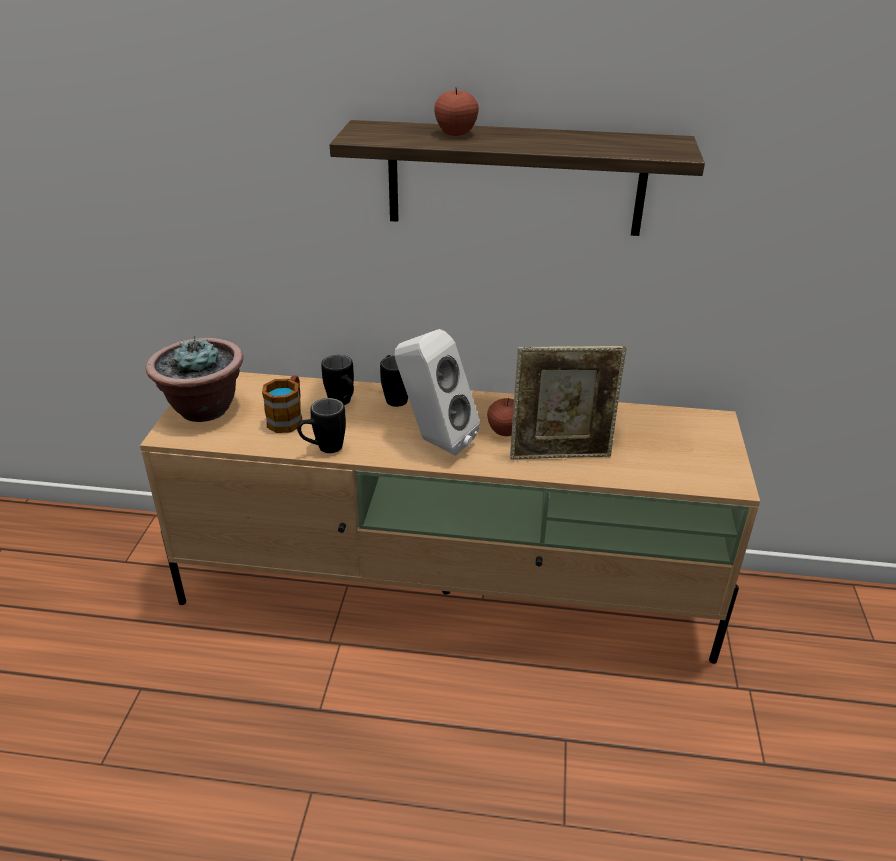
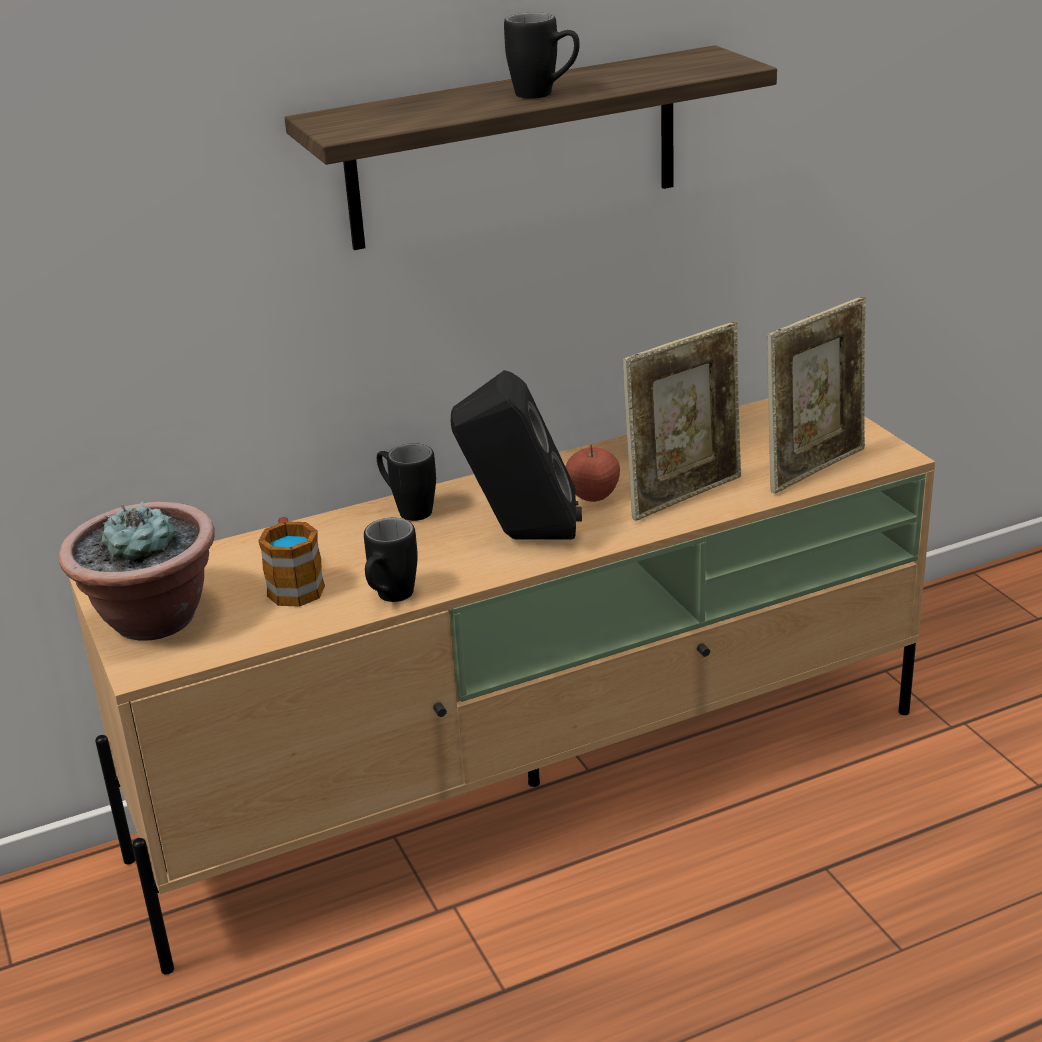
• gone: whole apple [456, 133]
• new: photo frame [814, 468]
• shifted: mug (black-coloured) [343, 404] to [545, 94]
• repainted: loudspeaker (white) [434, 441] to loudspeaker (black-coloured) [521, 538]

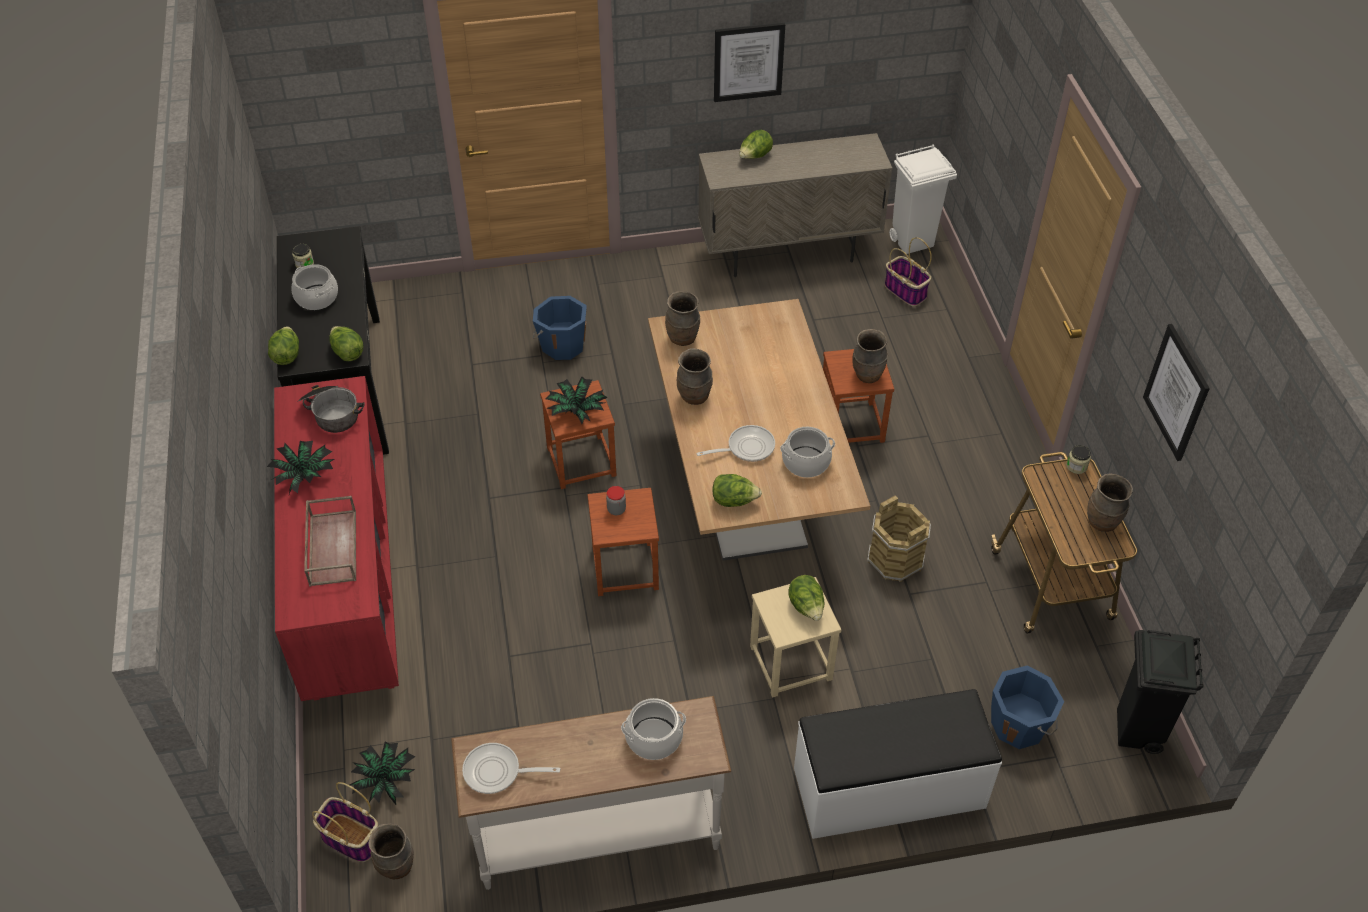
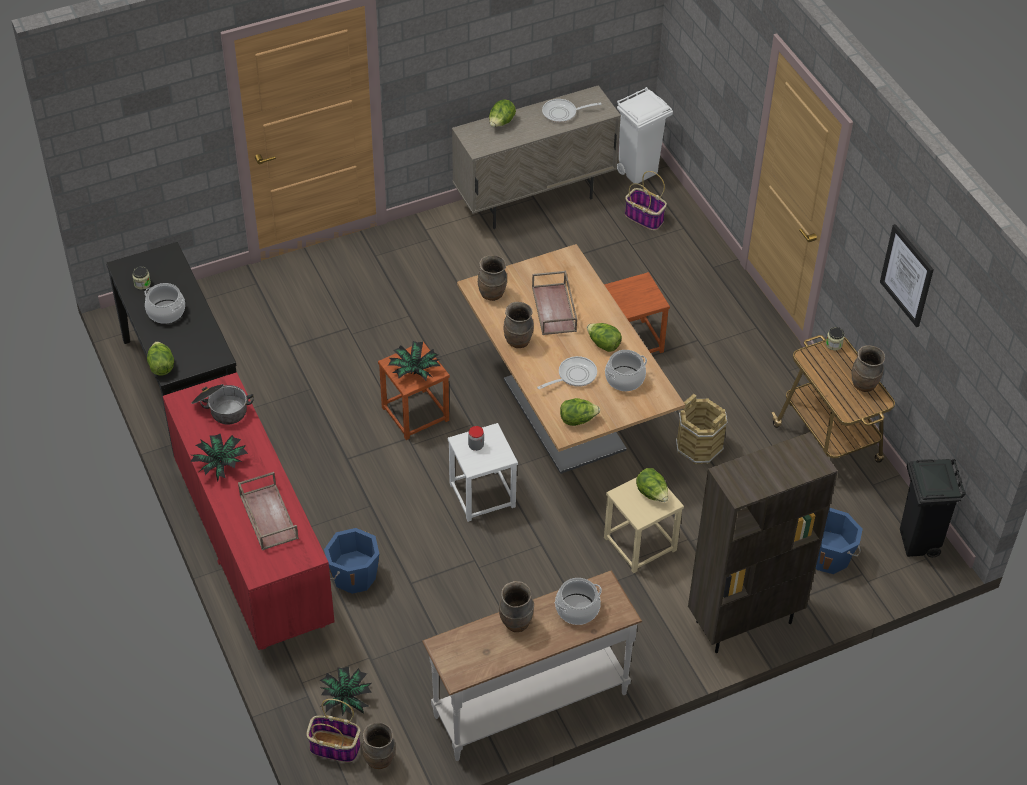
• gone: picture [748, 62]
• new: tray (brown) [555, 309]
• shifted: head of lettuce [347, 352] to [603, 344]
• shifted: frying pan [497, 772] to [562, 113]
• shifted: bucket (blue) [562, 345] to [353, 575]
• shifted: vase (brown) [867, 376] to [516, 623]
• swapped: long seat (white) [889, 789] to shelving unit (brown) [743, 623]
• repainted: stool (brown) [624, 568] to stool (white) [481, 495]

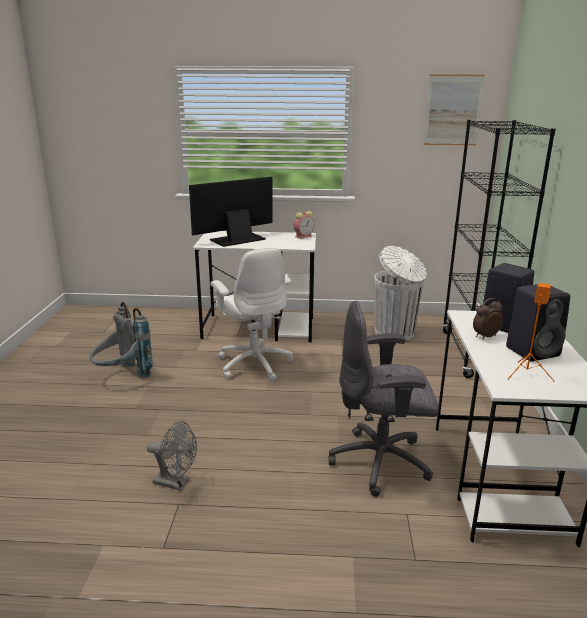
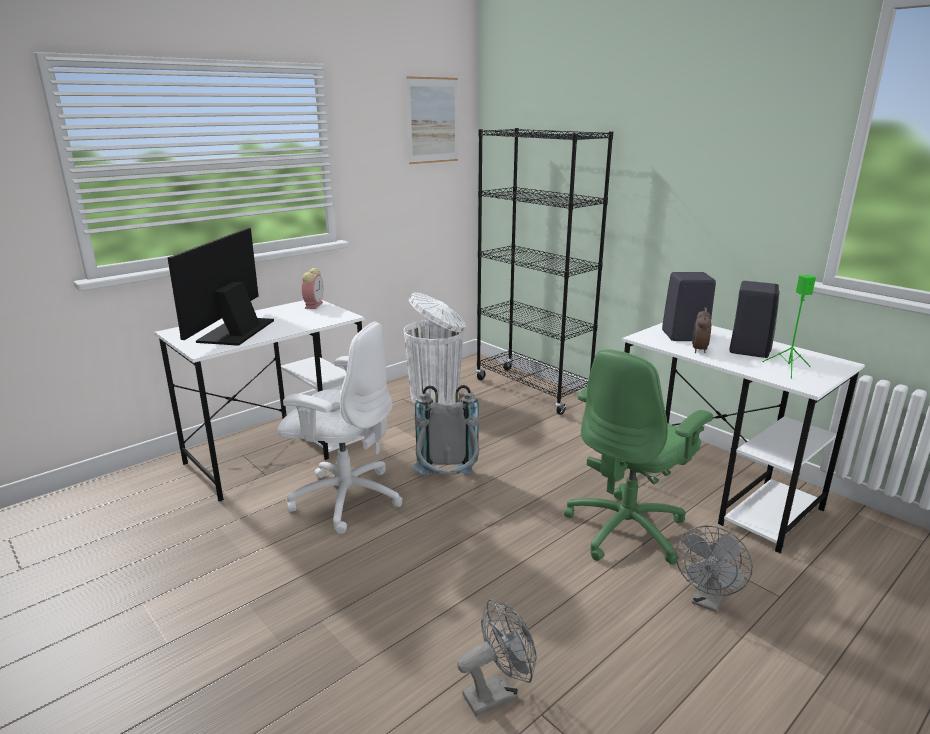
• new: electric fan (grey) [707, 601]
• shifted: knapsack (grey) [122, 376] to [447, 484]
• repainted: desk chair (grey) [381, 462] to desk chair (greenish) [627, 529]
• repainted: loudspeaker (orangey) [526, 374] to loudspeaker (greenish) [788, 369]

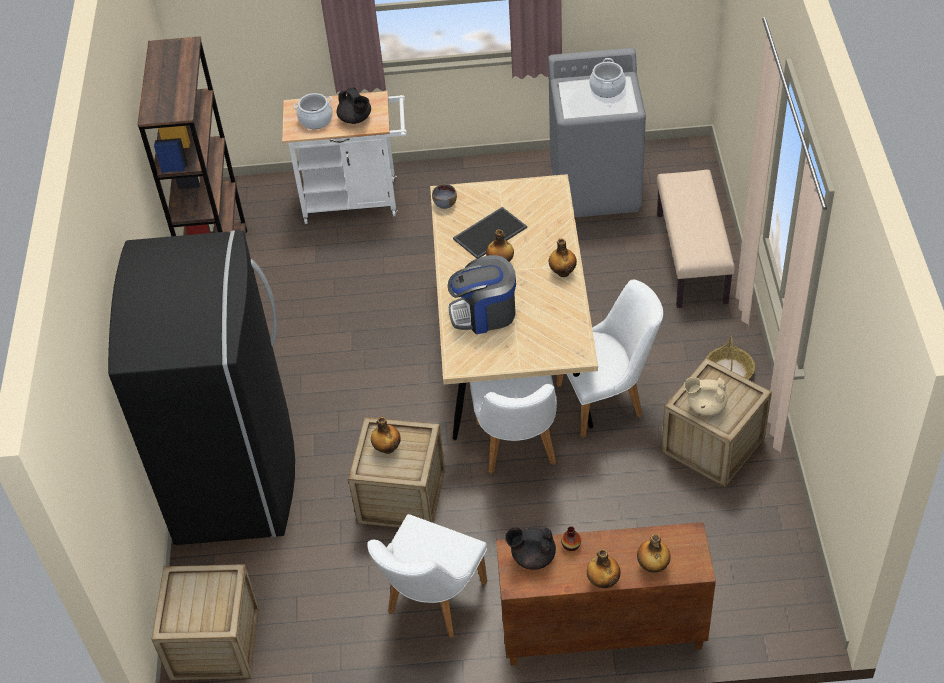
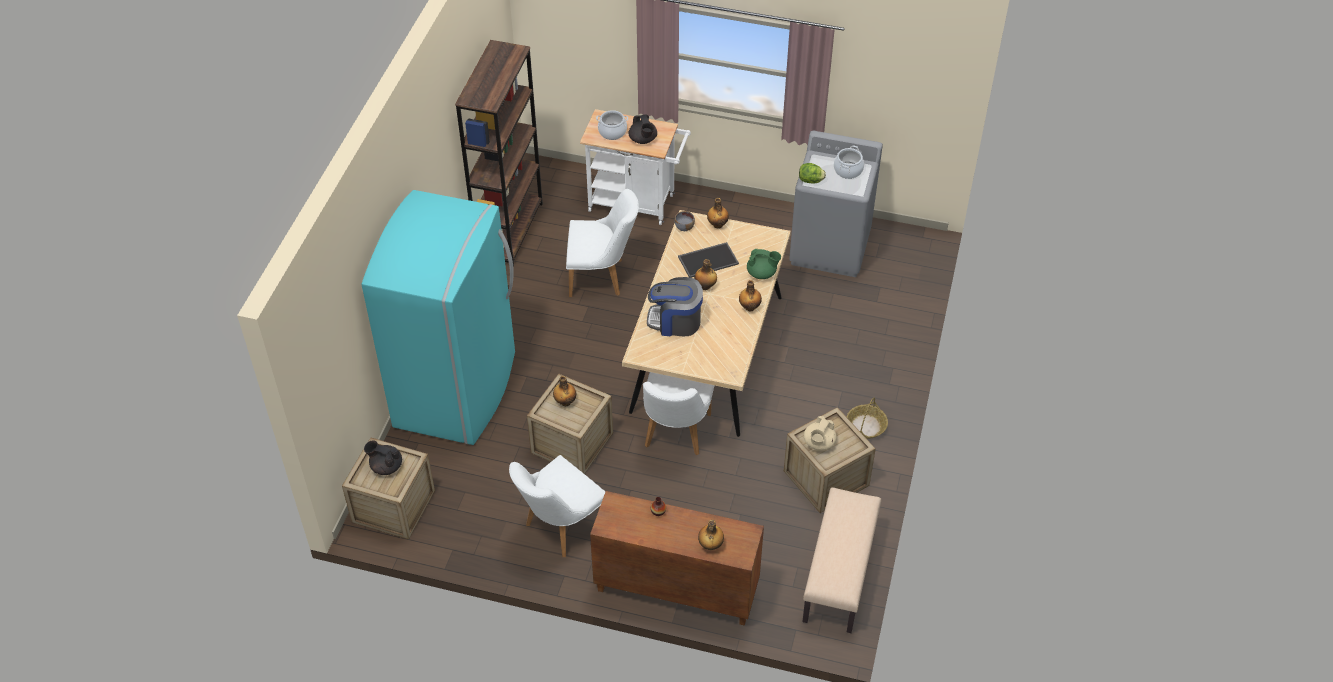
• new: pot for tea (greenish) [762, 273]
• new: head of lettuce [811, 181]
• shifted: pot for tea (black-coloured) [532, 556] to [386, 466]
• shifted: upright chair (white) [608, 399] to [602, 277]
• shifted: beverage bottle [603, 581] to [717, 224]
• shifted: long seat (sand-coloured) [692, 258] to [839, 575]
• repainted: kitchen fridge (black-coloured) [236, 475] to kitchen fridge (turquoise-coloured) [457, 390]
• rotated: pot for tea (sand-coloured) [705, 406] = [819, 443] 90 degrees counterclockwise

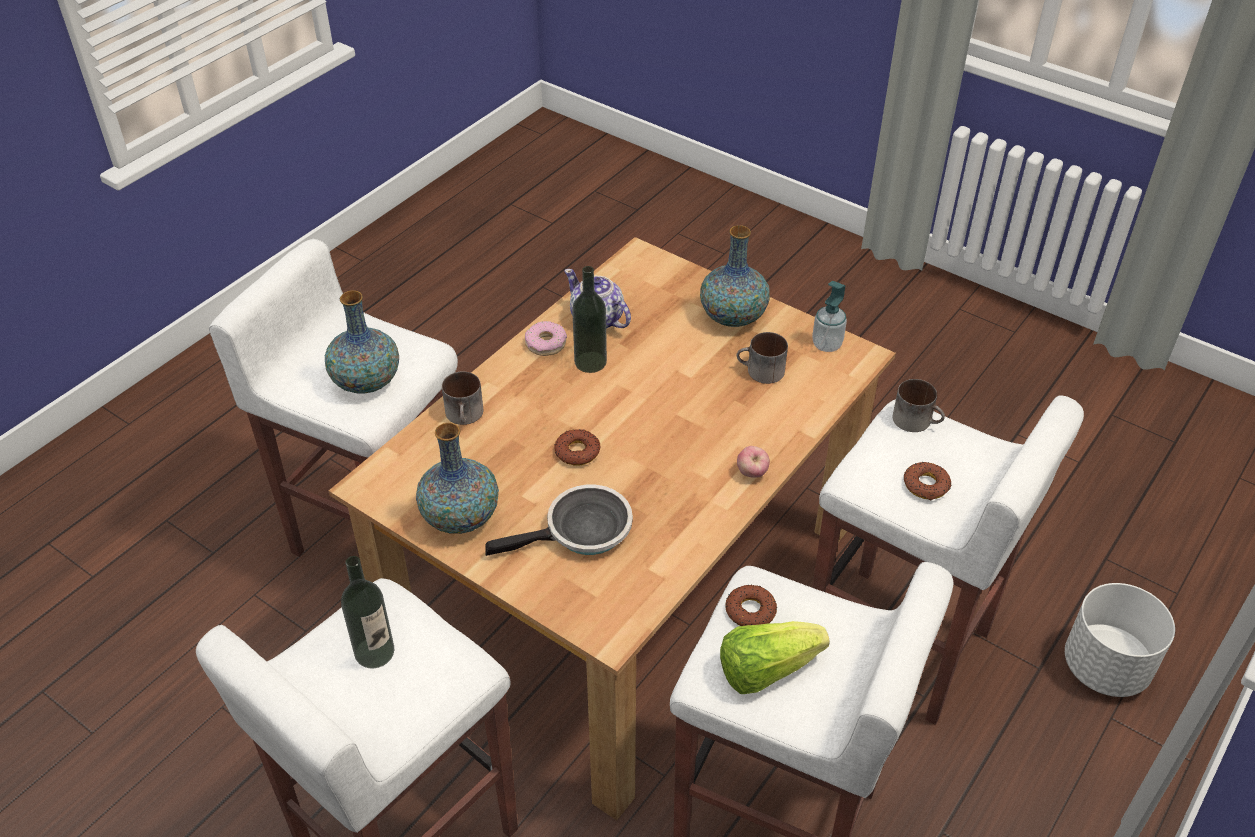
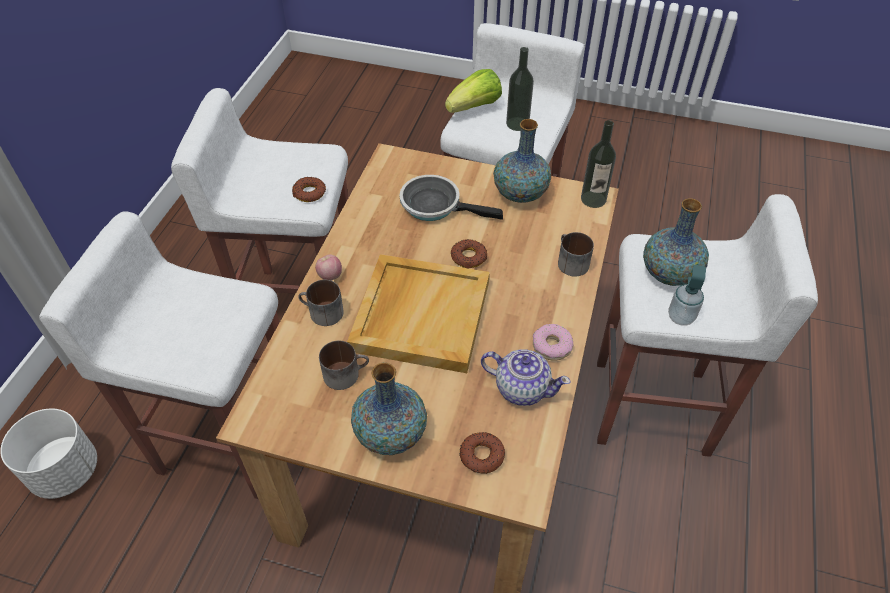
• new: tray (sand-coloured) [420, 314]
• shifted: beverage bottle [590, 362] to [593, 199]
• shifted: head of lettuce [766, 669] to [475, 107]
• shifted: soap dispenser [826, 344] to [681, 317]
• shifted: mug [917, 420] to [322, 313]
• shifted: ring doughnut [926, 485] to [481, 455]
• rotated: frying pan [582, 532] = [435, 205] 60 degrees clockwise

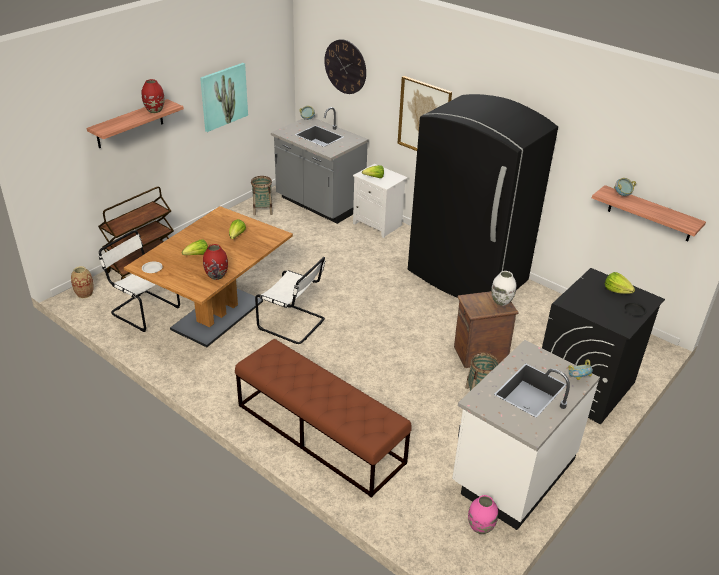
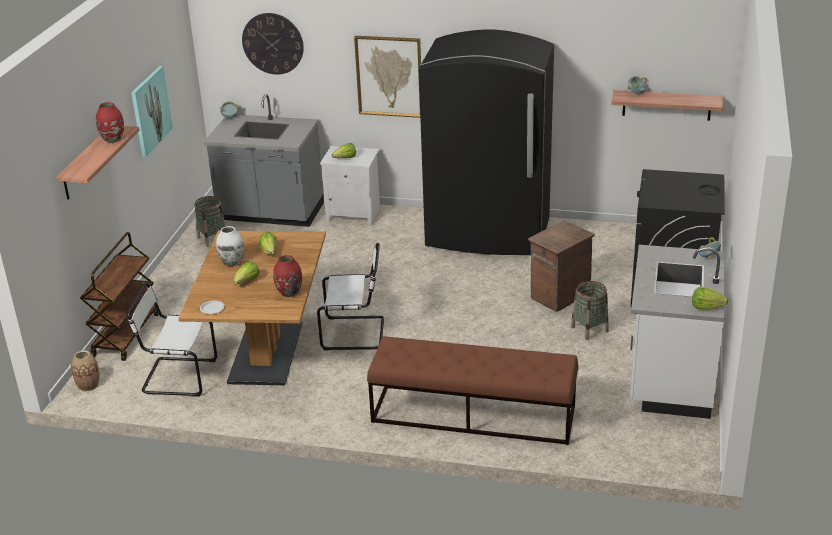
• gone: vase (pink) [480, 527]
• shifted: vase (white) [501, 301] to [232, 262]
• shifted: head of lettuce [616, 290] to [706, 307]

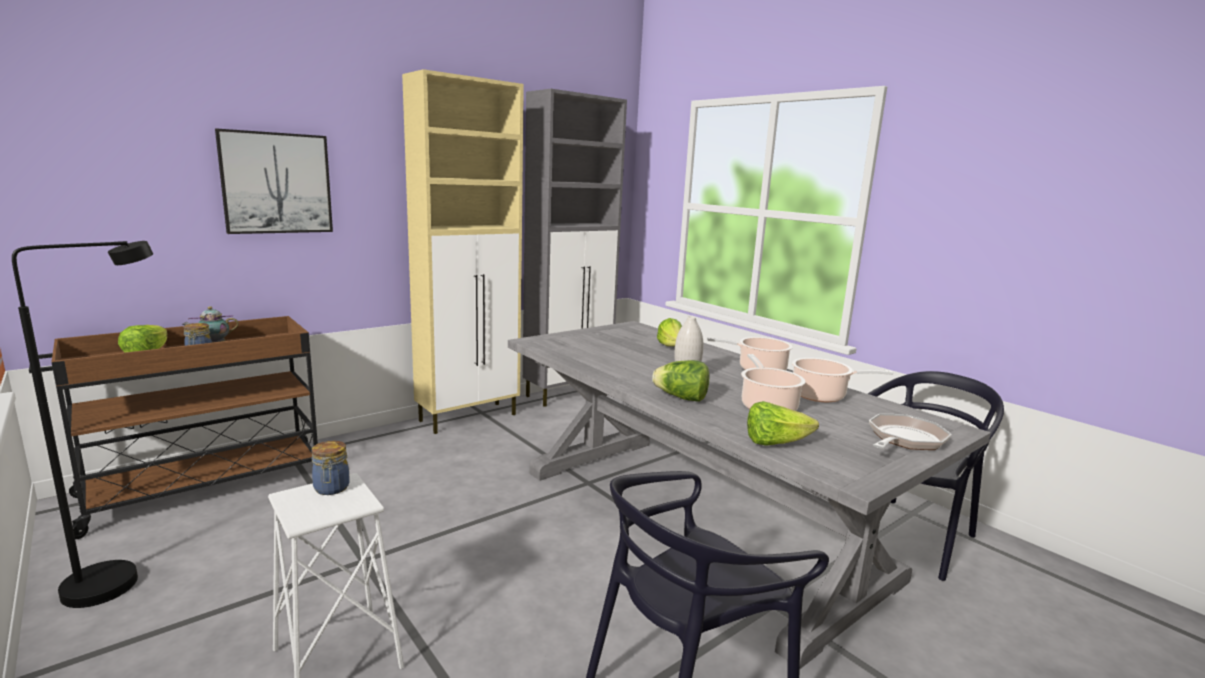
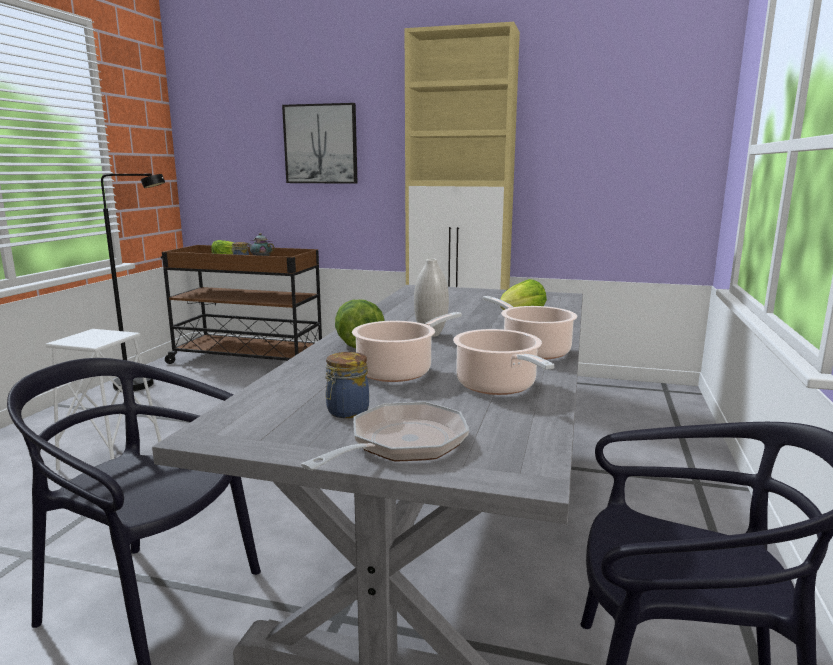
• gone: cabinet (grey) [568, 393]
• gone: head of lettuce [775, 443]
• shifted: jar [331, 489] to [346, 412]
• rotated: frying pan [904, 440] = [401, 444] 60 degrees counterclockwise

